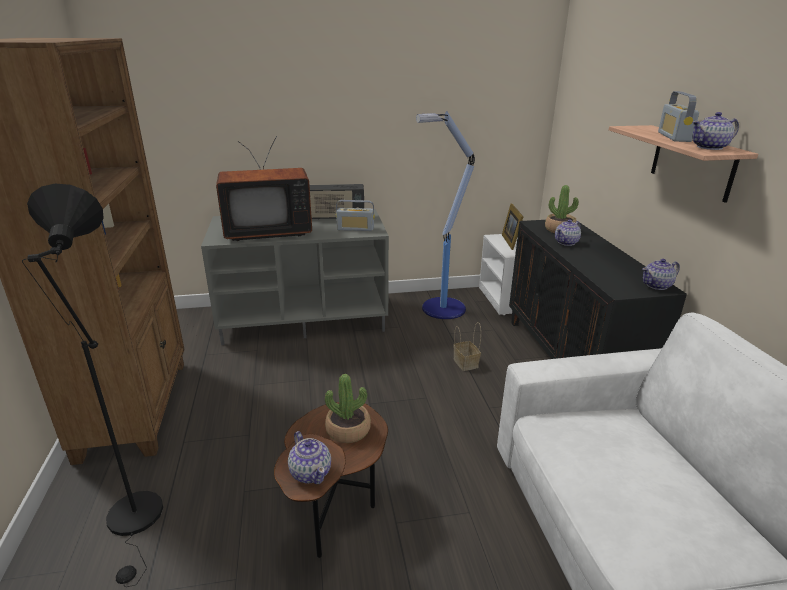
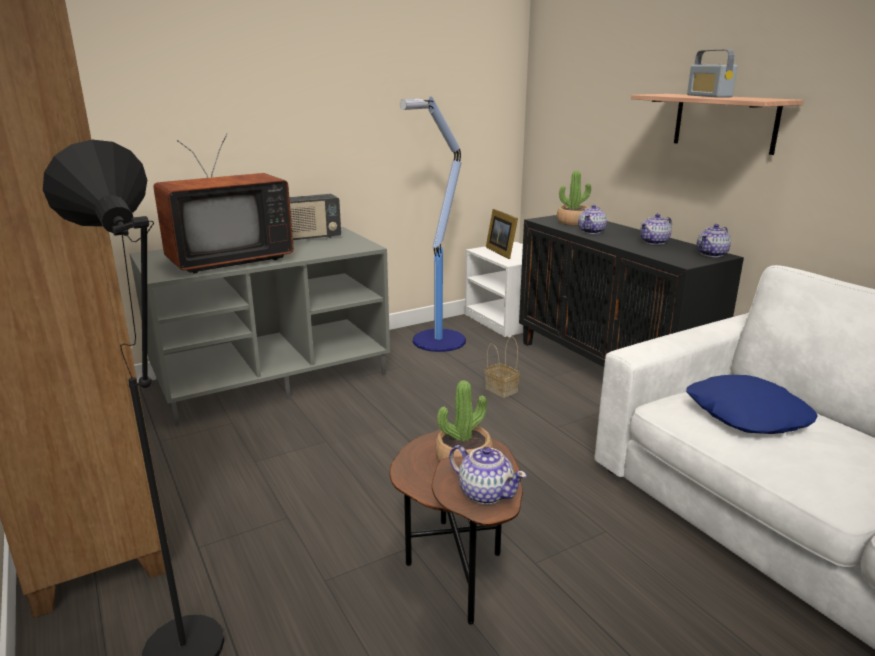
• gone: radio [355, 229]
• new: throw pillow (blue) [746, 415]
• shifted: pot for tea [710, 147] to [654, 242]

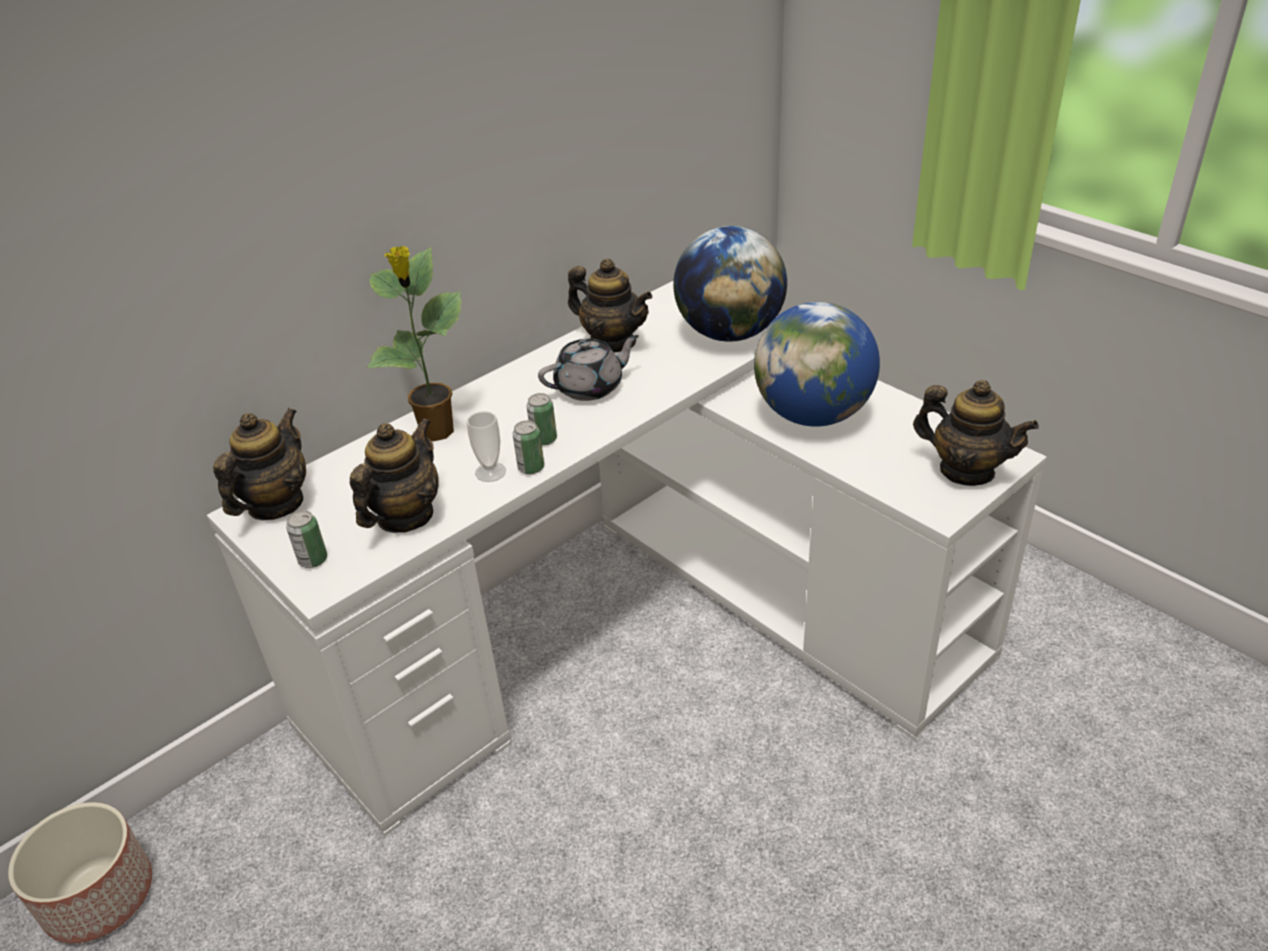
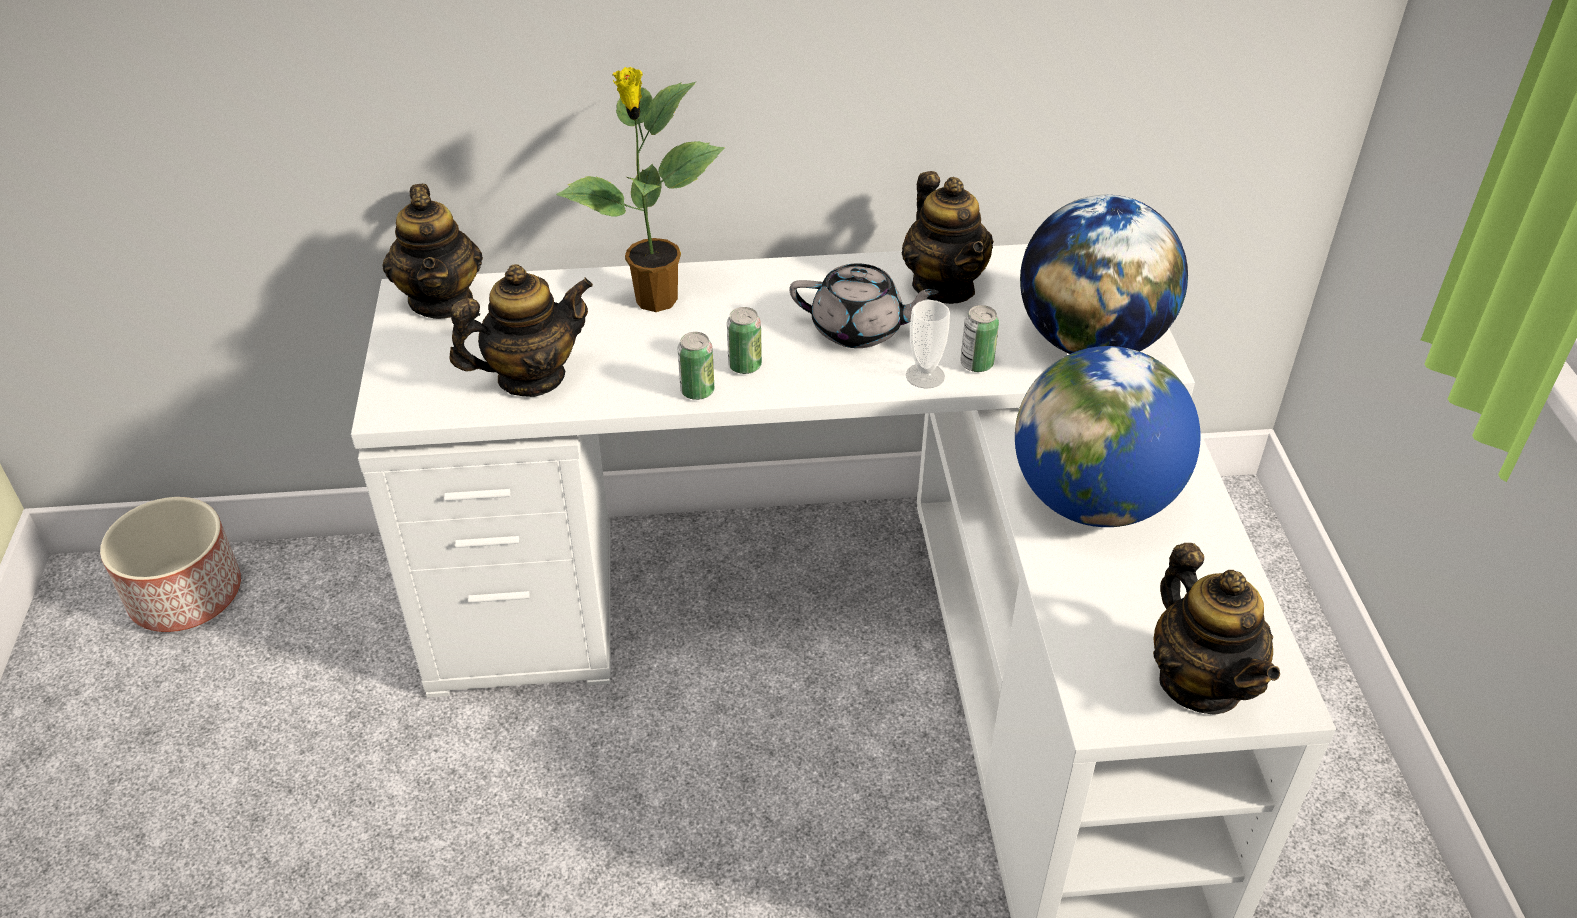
• shifted: metal can [313, 560] to [976, 364]
• shifted: cup [490, 472] to [925, 376]
• rotated: pot for tea [275, 504] = [442, 300] 105 degrees clockwise

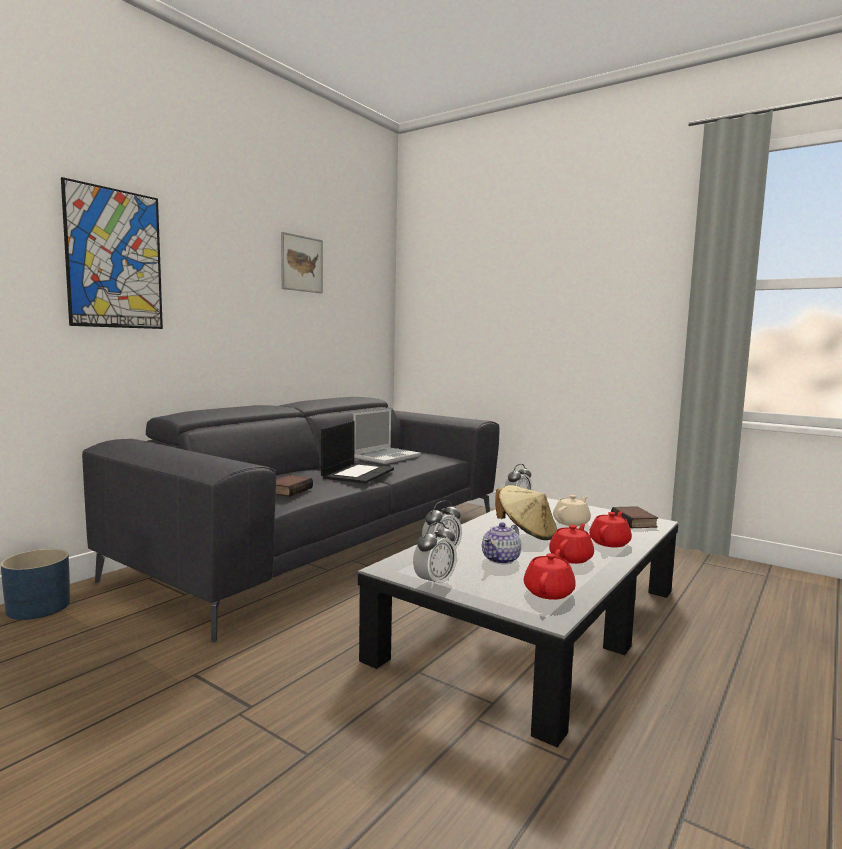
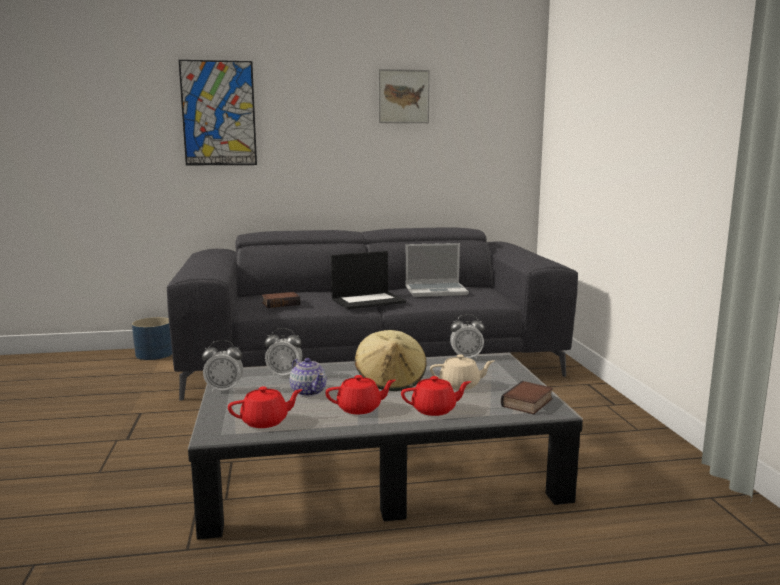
• rotated: pot for tea [501, 559] = [308, 391] 120 degrees counterclockwise

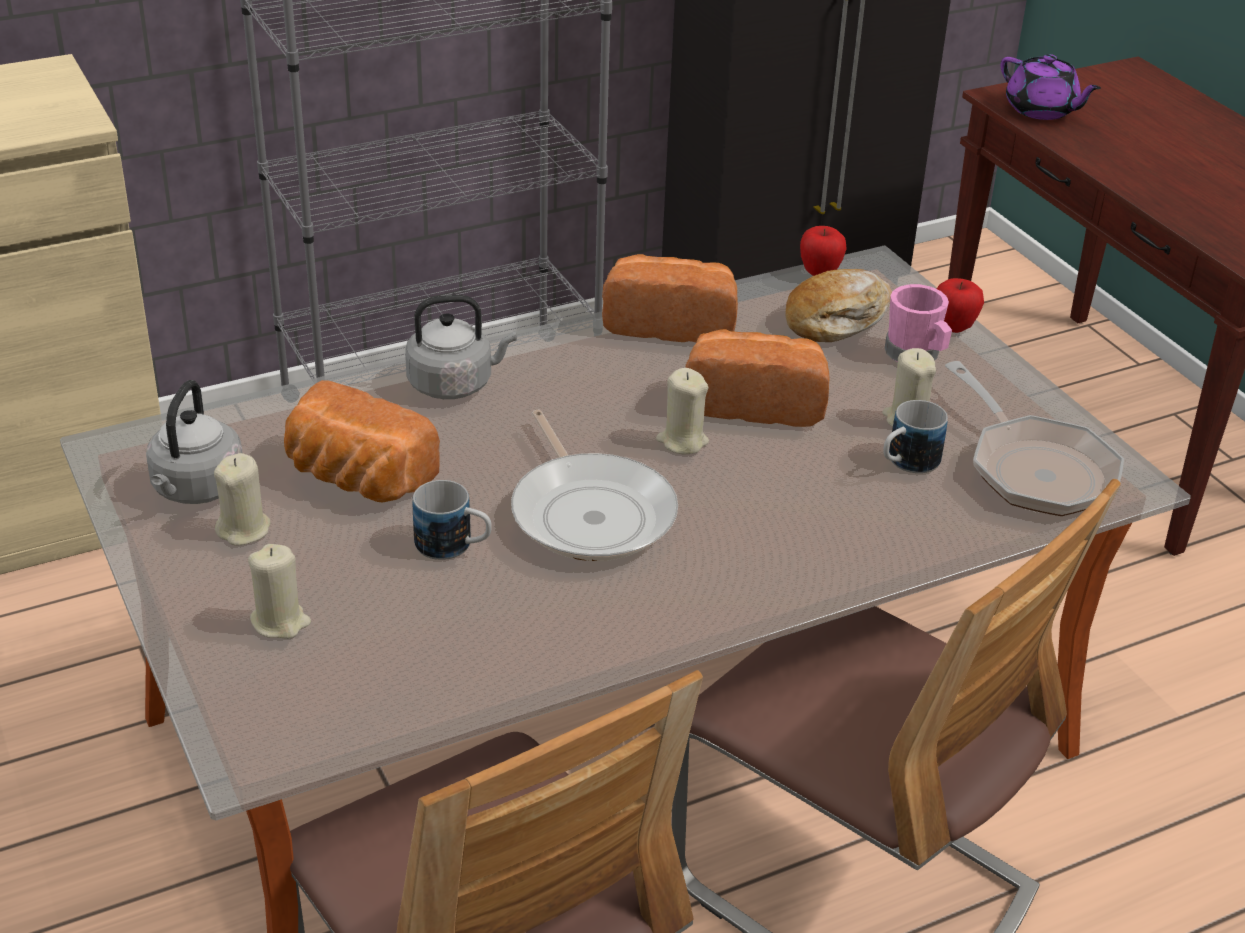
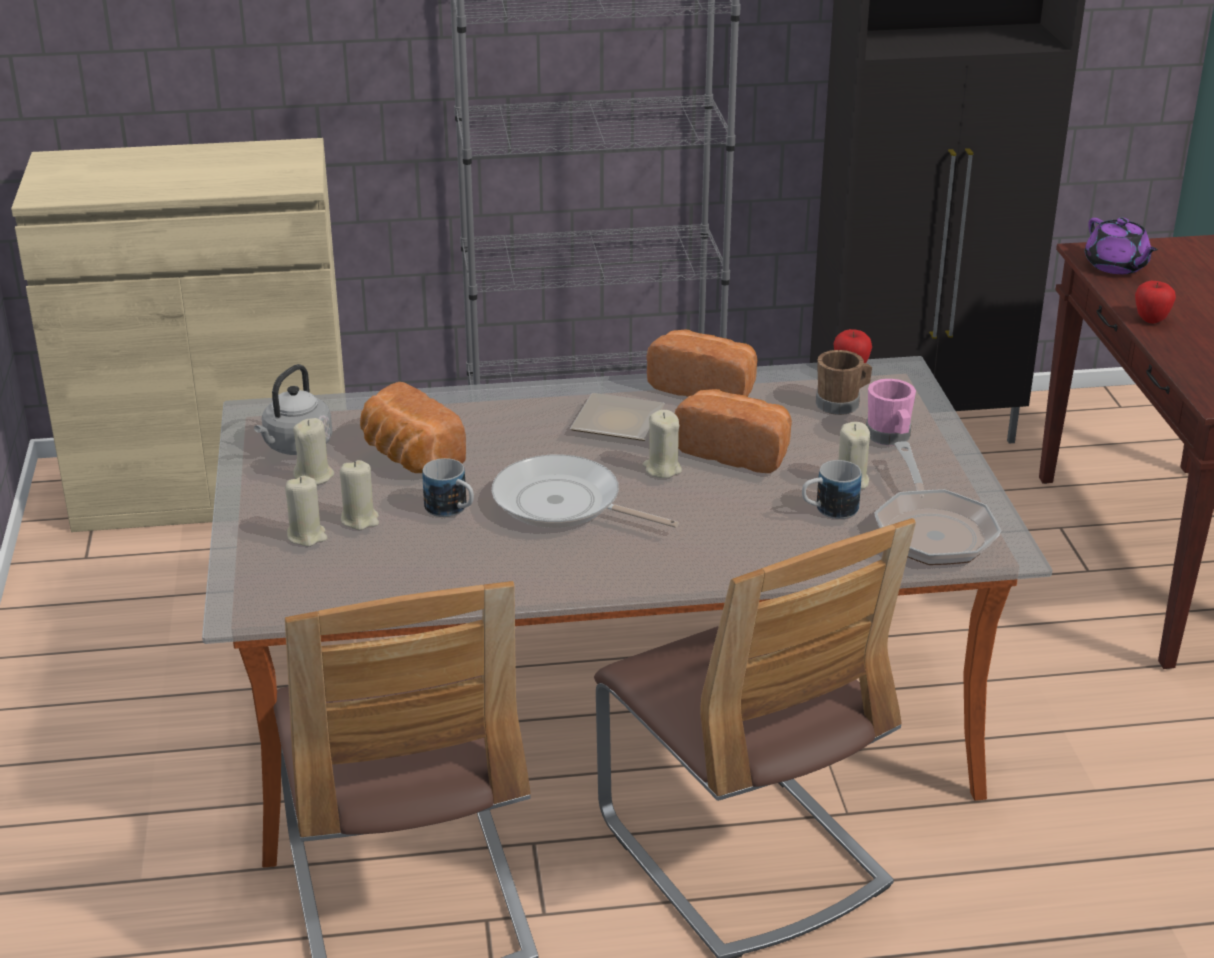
• gone: tea kettle (grey) [455, 384]
• new: wax light (sand-coloured) [360, 519]
• new: dinner plate [619, 424]
• shifted: whole apple [954, 327] to [1151, 320]
• swapped: bakery bread [837, 319] to mug (brown) [842, 403]
• rotated: frying pan [590, 512] = [563, 504] 120 degrees clockwise

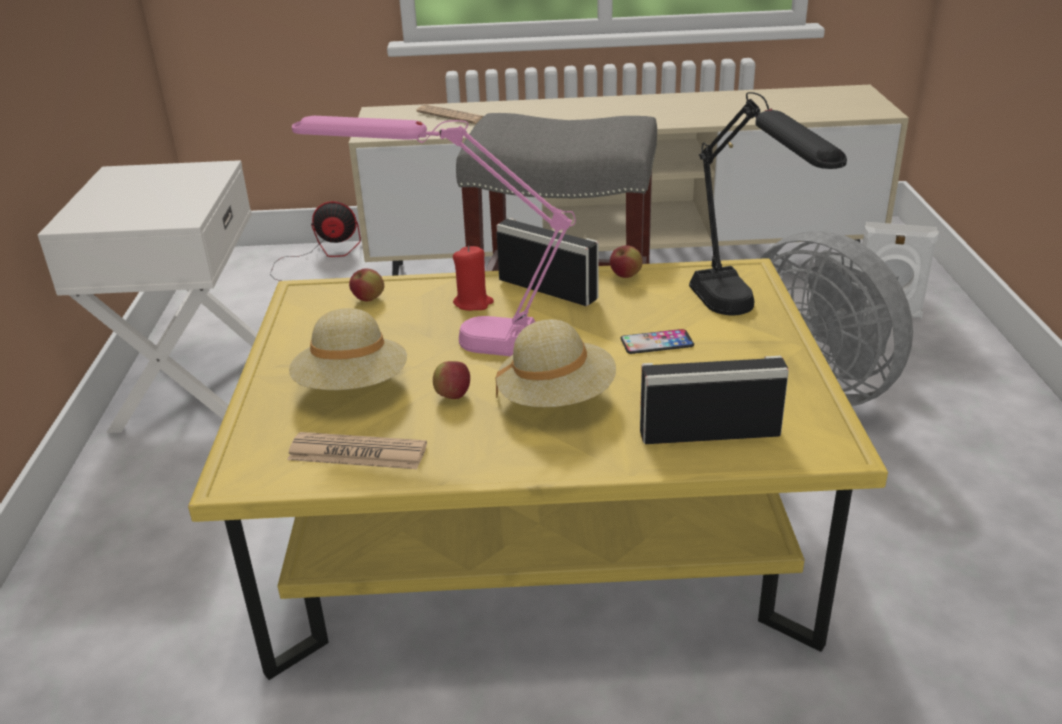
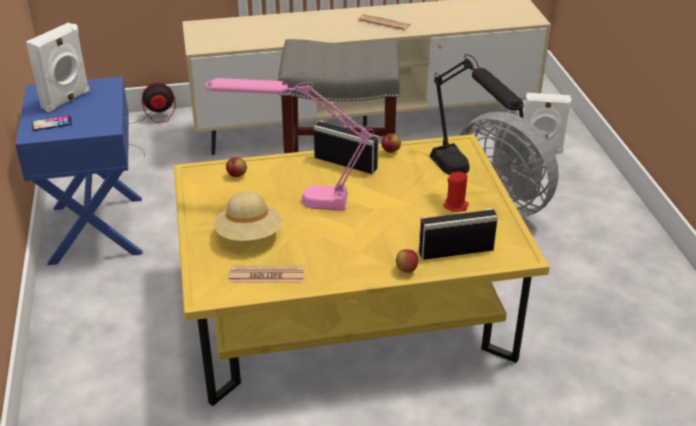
• gone: clothing hat (sand-coloured) [556, 398]
• new: loudspeaker (white) [67, 100]
• shifted: newspaper [452, 116] to [384, 23]
• shifted: whole apple [453, 396] to [406, 269]
• shifted: wax light (red-coloured) [473, 303] to [456, 206]
• shifted: telephone [657, 342] to [52, 123]
• repainted: bedside table (white) [193, 388] to bedside table (blue) [95, 230]

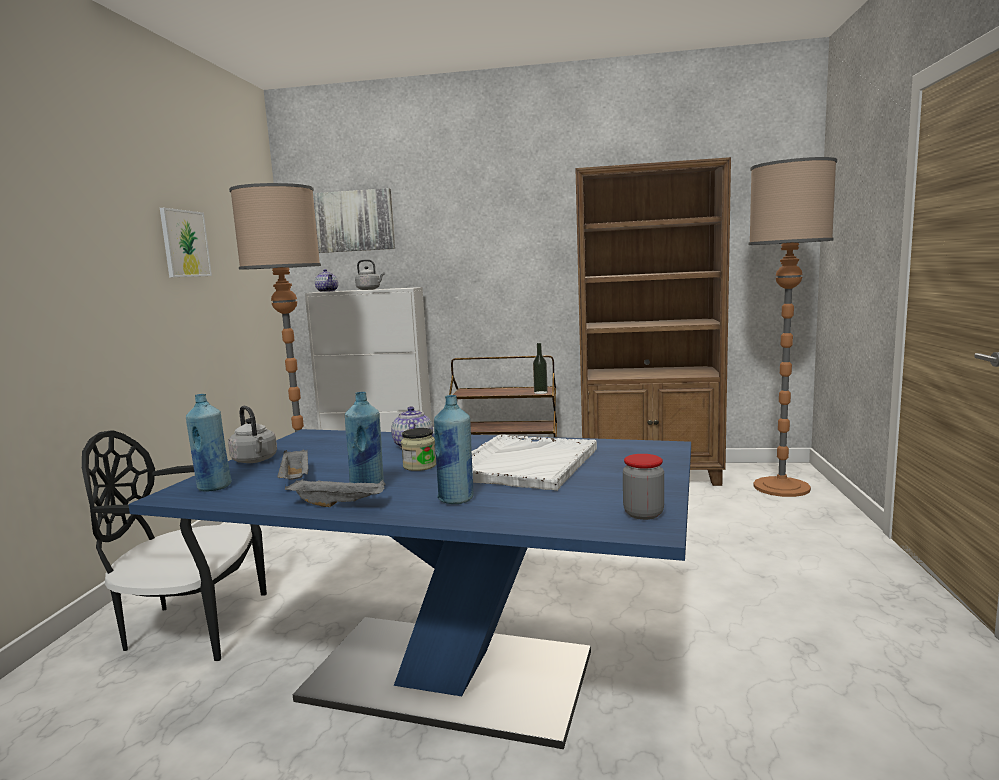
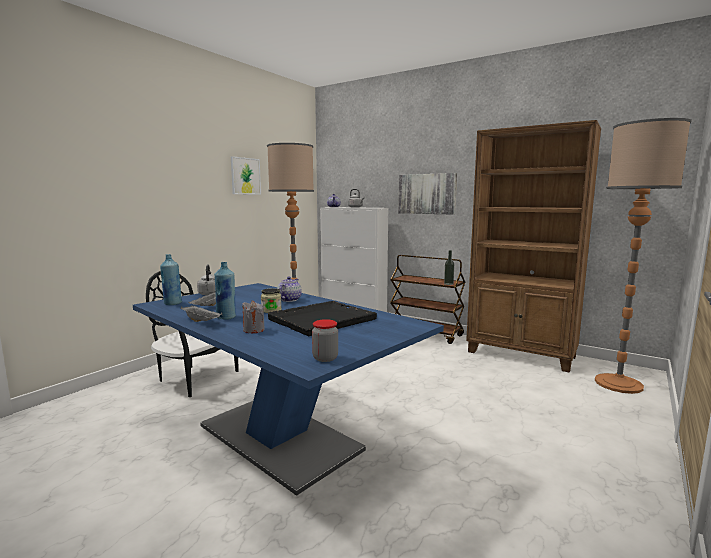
• shifted: picture [349, 221] to [427, 194]
• swapped: beverage bottle (blue) [456, 499] to wax light (grey) [253, 330]
• repainted: tray (white) [524, 464] to tray (black-coloured) [321, 319]

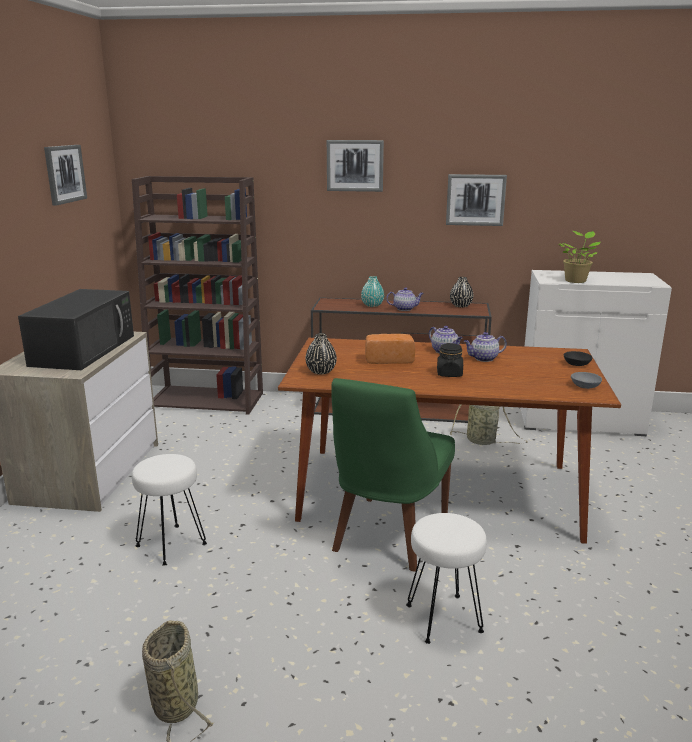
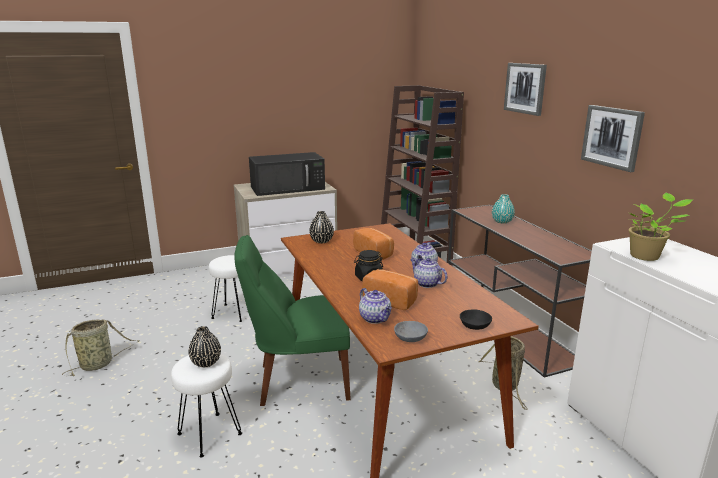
• gone: picture [64, 174]
• new: bakery bread [391, 299]
• shifted: pot for tea [405, 309] to [375, 318]
• shifted: vase (black-coloured) [460, 306] to [206, 362]

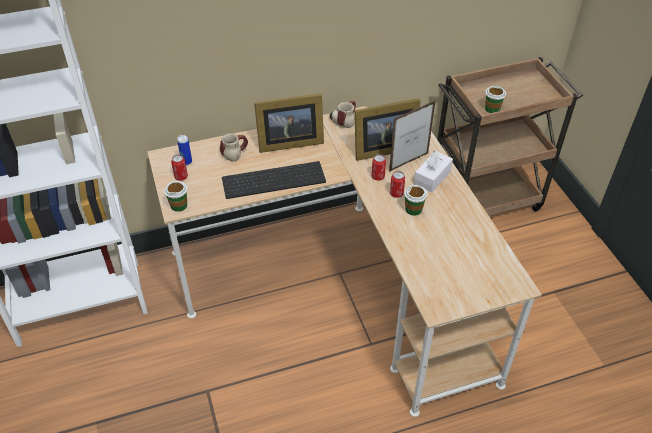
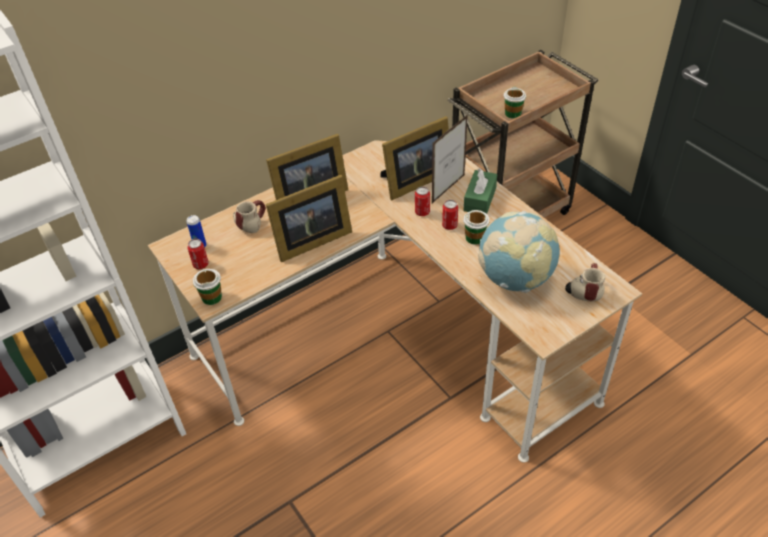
• new: world globe [515, 279]
• shifted: mug [343, 120] to [584, 291]
• swapped: PC keyboard [274, 179] to photo frame [309, 241]
• repainted: box of tissues (white) [432, 177] to box of tissues (greenish) [480, 199]

